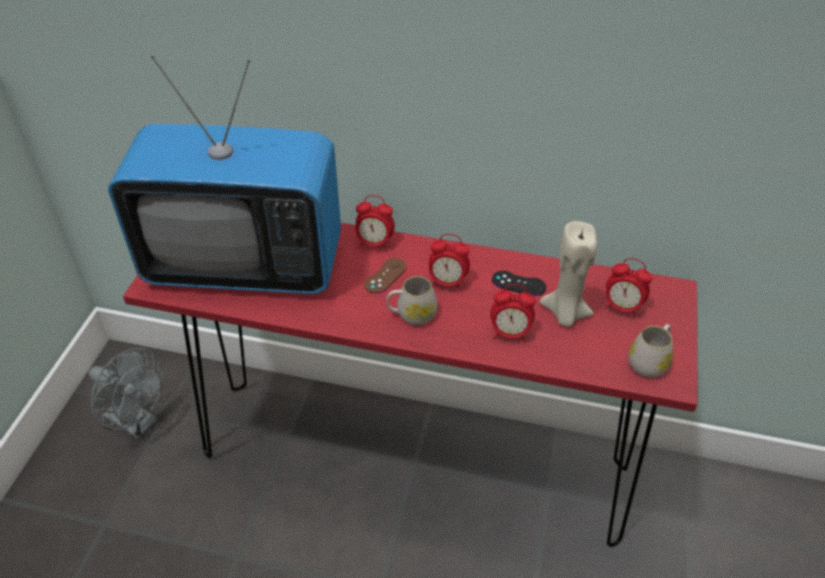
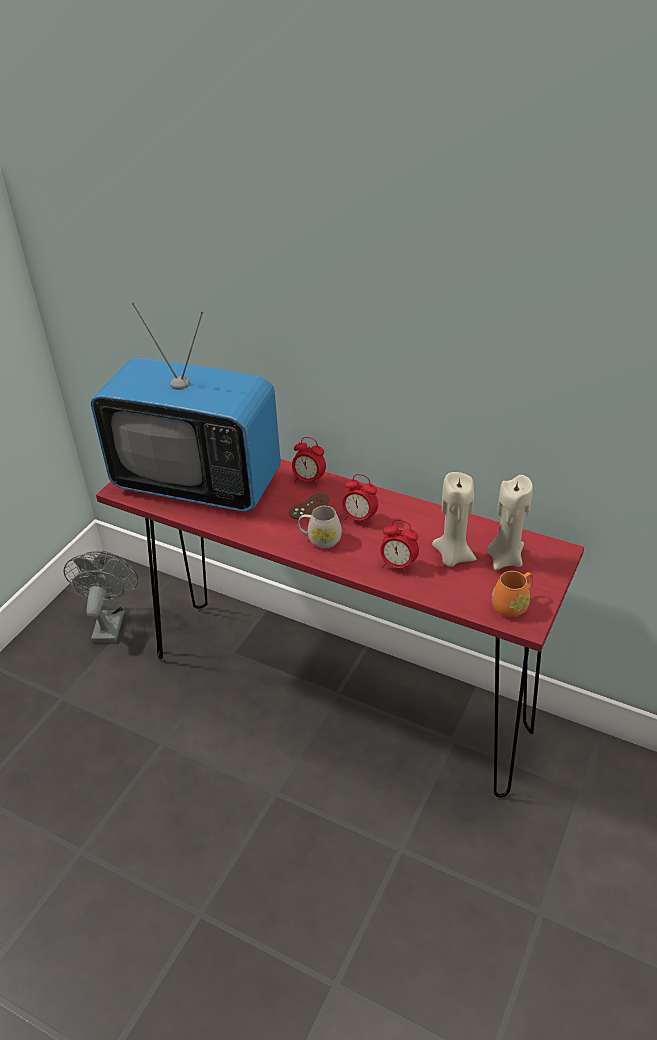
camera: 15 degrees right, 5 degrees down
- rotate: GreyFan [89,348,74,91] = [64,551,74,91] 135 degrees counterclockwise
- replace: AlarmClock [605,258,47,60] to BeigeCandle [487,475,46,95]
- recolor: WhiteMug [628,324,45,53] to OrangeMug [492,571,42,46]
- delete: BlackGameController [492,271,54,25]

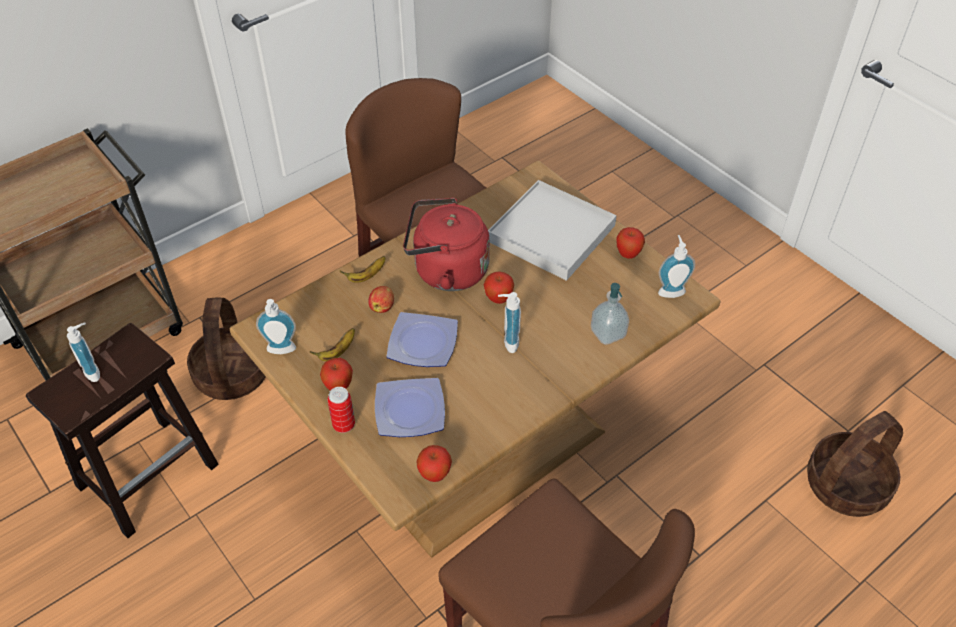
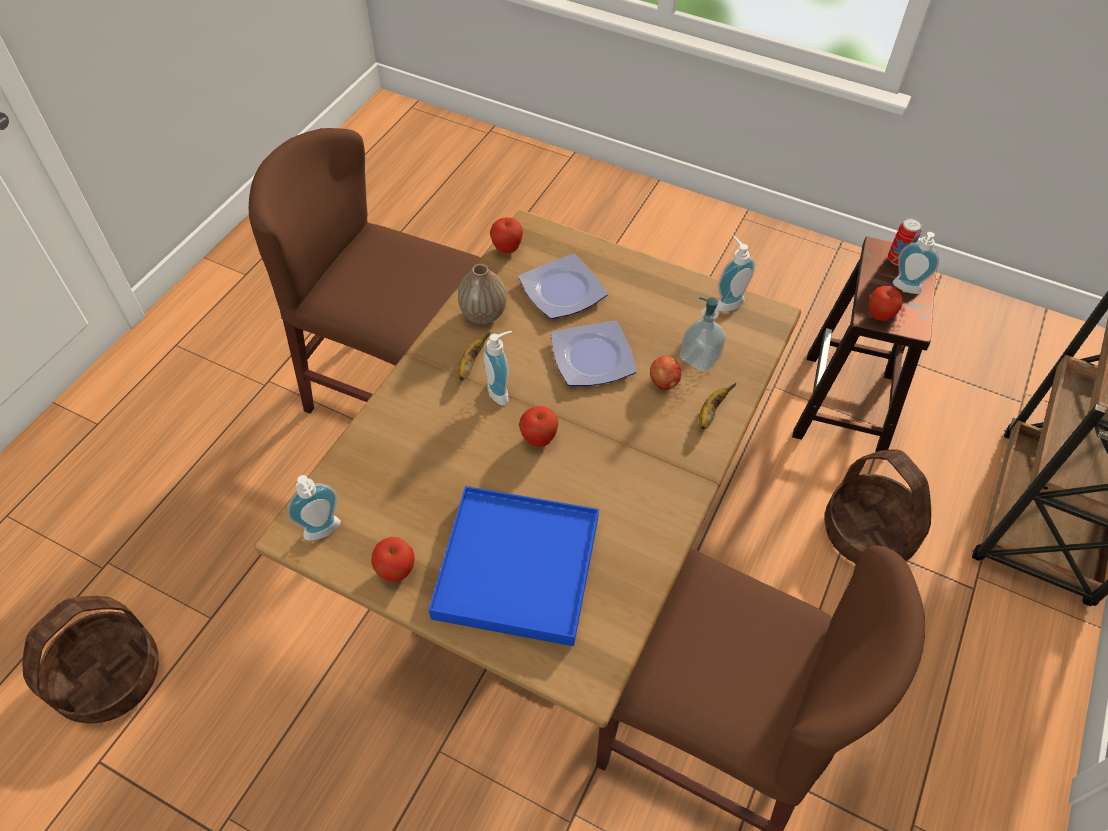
camera: 155 degrees right, 5 degrees up
- recolor: WhiteTray [488,180,129,101] to BlueTray [429,486,170,160]
- insert: Vase [458,264,49,60]
- move: Banana [310,328,45,33] to [458,332,33,48]
- move: SoapDispenser [591,283,38,62] to [680,297,46,75]
- move: Apple [320,358,33,33] to [869,286,34,35]
- move: Can [327,387,28,46] to [888,218,34,47]
- delete: RedKettle [403,198,87,93]

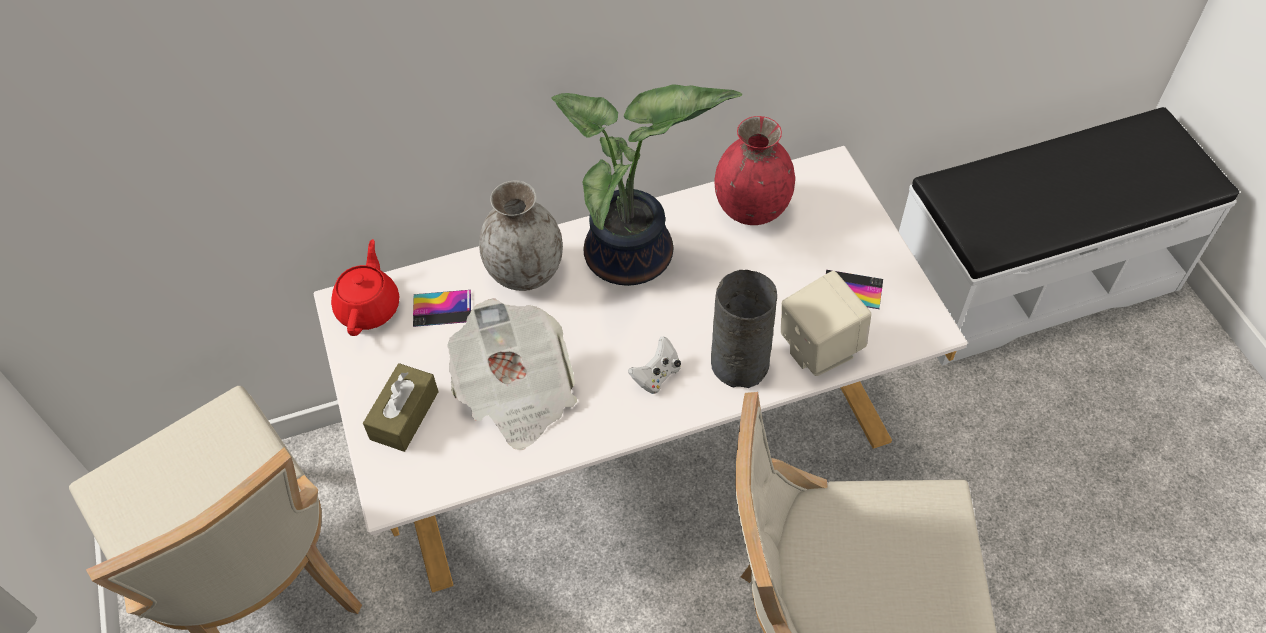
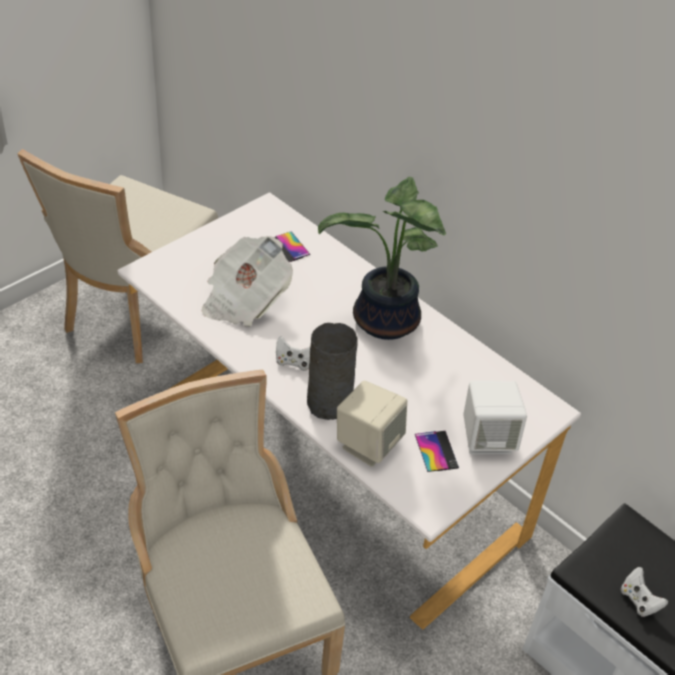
camera: 60 degrees right, 10 degrees down
- insert: WhiteSpeaker [463,381,64,73]
- insert: WhiteGameController [621,567,47,50]
- delete: RedTeapot [331,239,68,97]
- delete: BrownTissueBox [363,363,76,89]
- delete: GreyVase [479,181,84,110]
- delete: RedVase [714,116,81,109]

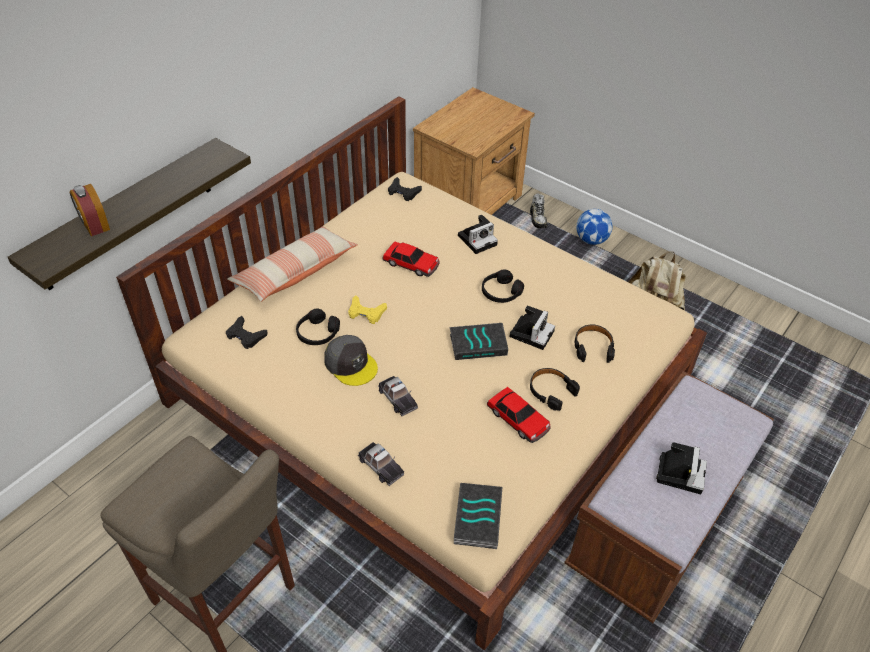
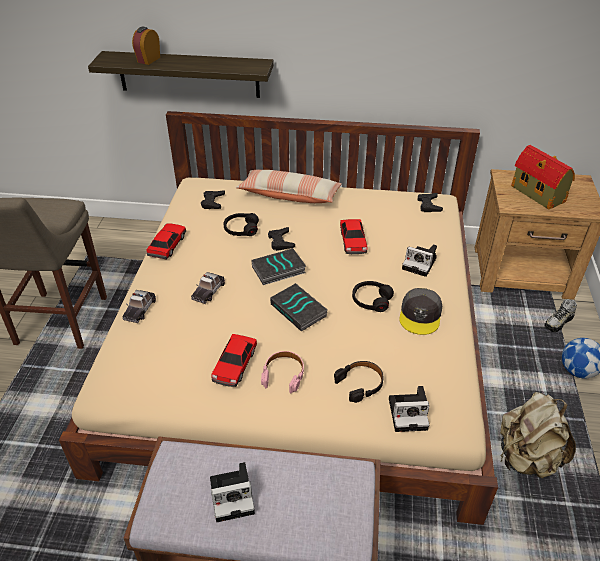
camera: 60 degrees right, 5 degrees down
- insert: ToyCar [146,223,40,36]
- move: Book [454,483,48,66] to [252,248,54,37]
- recolor: BlackHeadphones [530,368,50,43] to PinkHeadphones [261,351,43,42]
- recolor: YellowGameController [348,295,39,29] to BlackGameController [268,227,27,24]
- move: PhotoCamera [509,306,46,44] to [389,386,40,46]
- move: GreyCap [324,335,54,51] to [399,288,43,47]
- insert: ToyHouse [511,145,64,64]

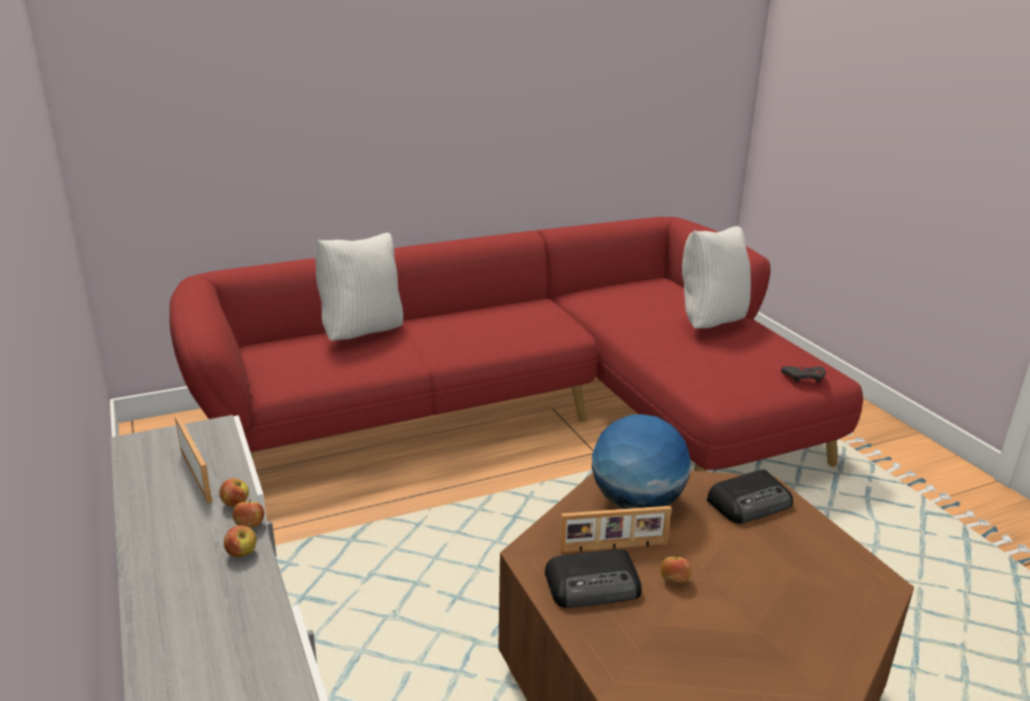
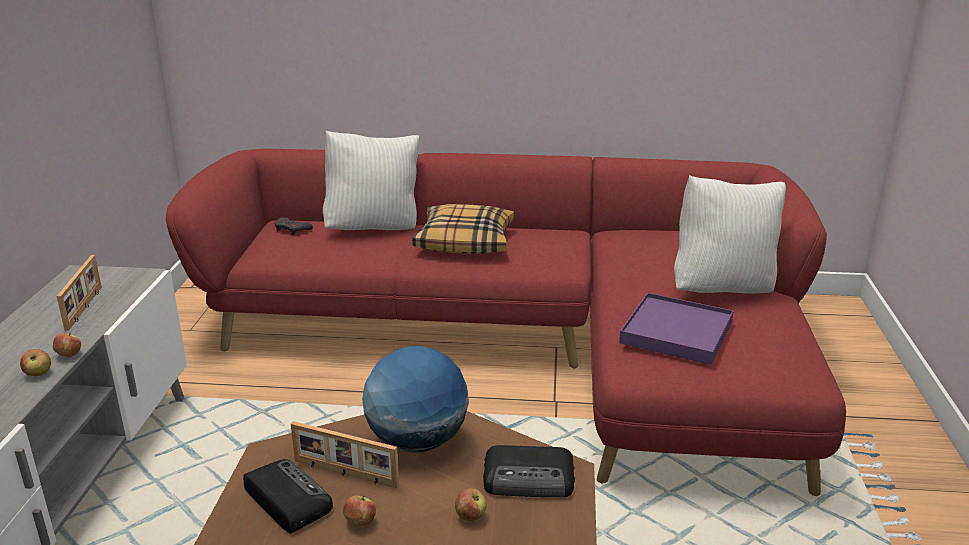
camera: 30 degrees right, 0 degrees up
- rotate: Radio [545,549,97,59] = [243,459,90,75] 150 degrees counterclockwise
- move: GreyGameController [781,366,45,17] to [274,217,39,18]
- insert: Pillow [412,204,102,50]
- move: Apple [219,478,30,29] to [455,488,31,33]
- insert: PurpleTray [619,293,115,72]

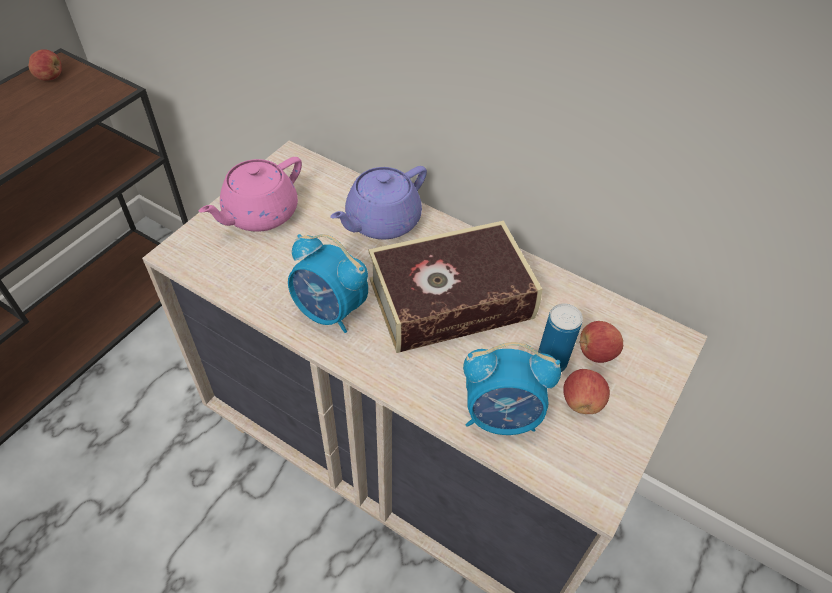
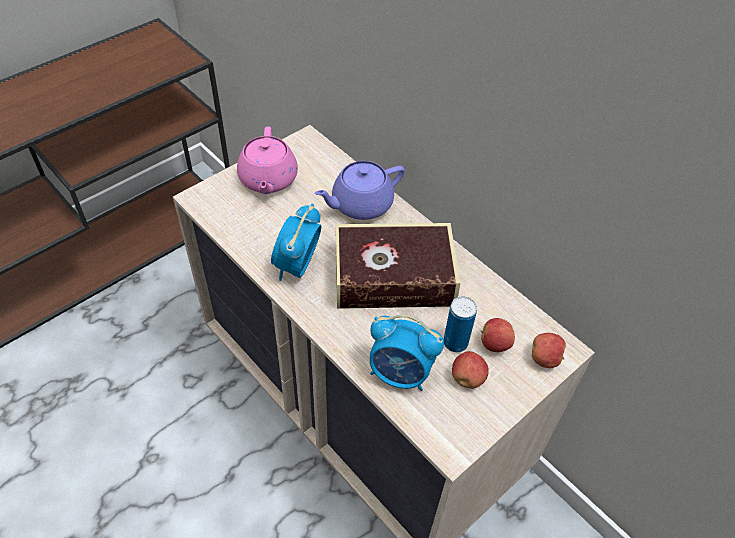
camera: 15 degrees right, 0 degrees up
- rotate: PinkTeapot [199,157,103,75] = [237,126,61,68] 60 degrees counterclockwise
- rotate: AlarmClock [288,234,80,99] = [271,204,51,77] 60 degrees clockwise
- move: Apple [29,49,33,32] to [532,333,34,35]

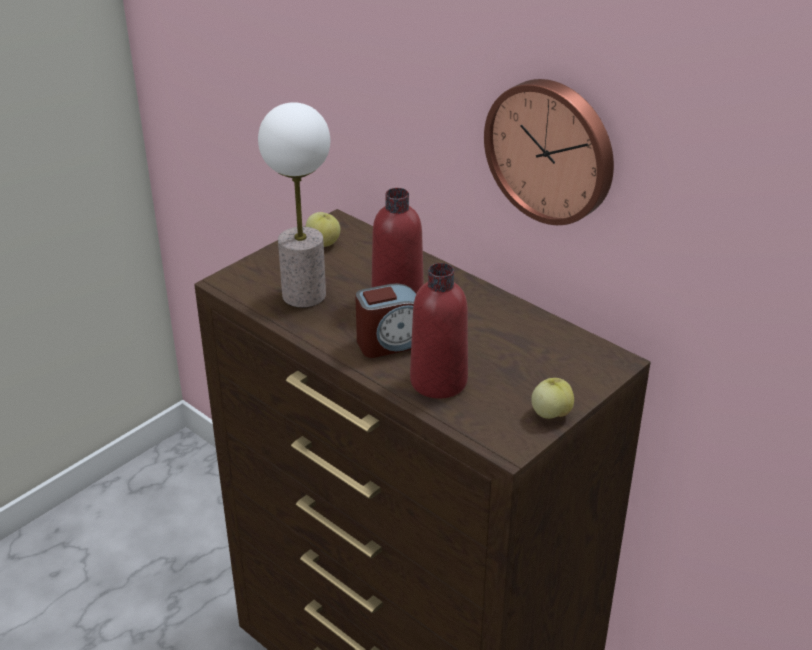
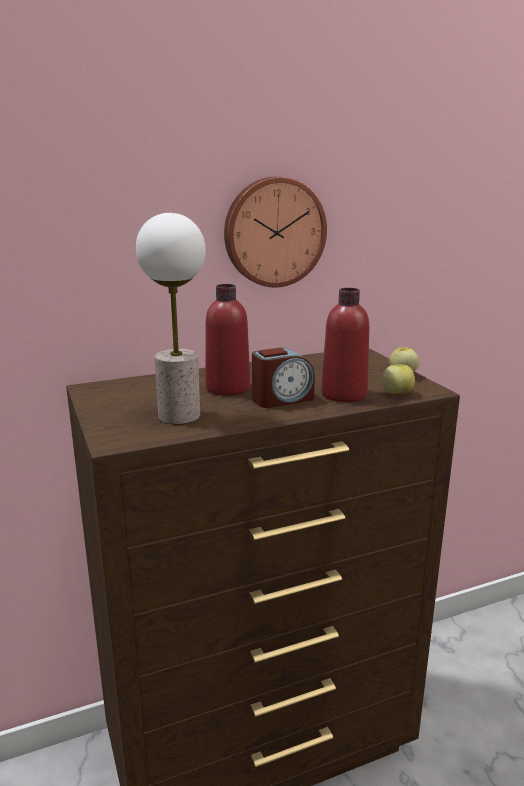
camera: 65 degrees left, 15 degrees down
- rotate: AlarmClock [355,283,61,75] = [252,348,63,60] 60 degrees clockwise
- move: Apple [306,212,34,35] to [382,364,33,30]

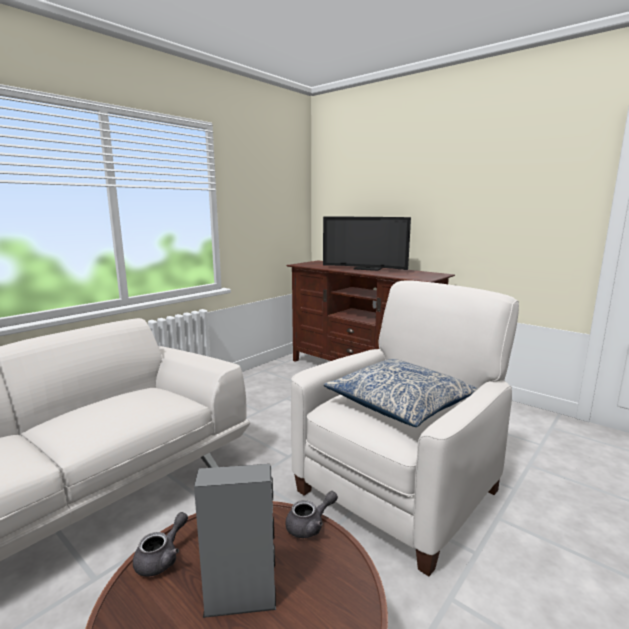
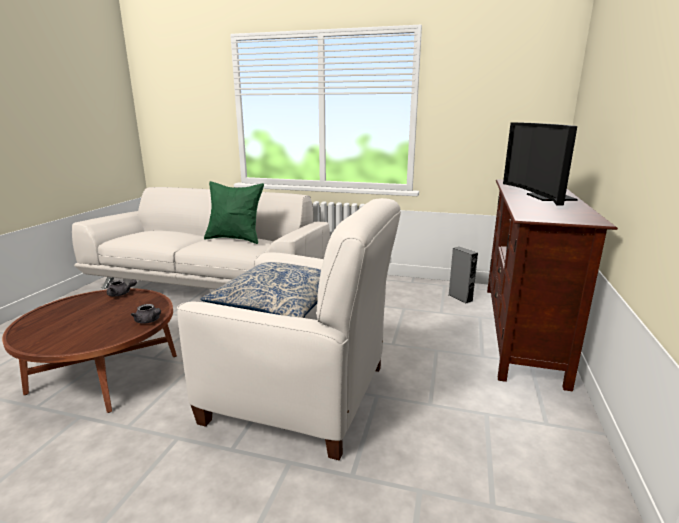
camera: 65 degrees right, 5 degrees up
- insert: GreenPillow [204,181,60,63]
- move: GreySpeaker [194,464,82,154] to [449,247,29,57]

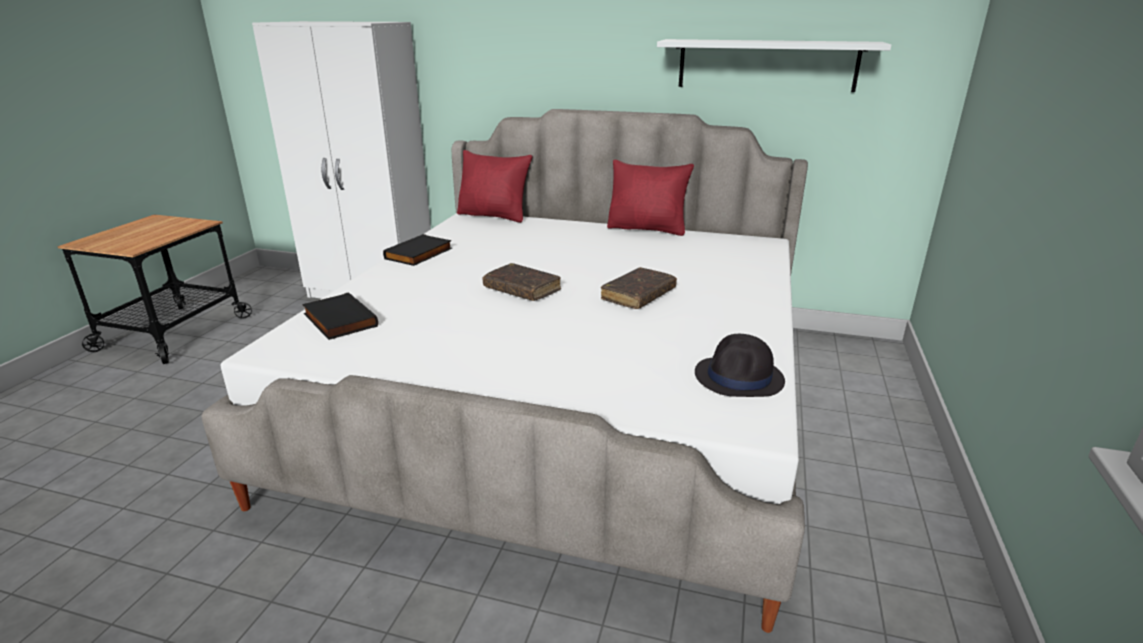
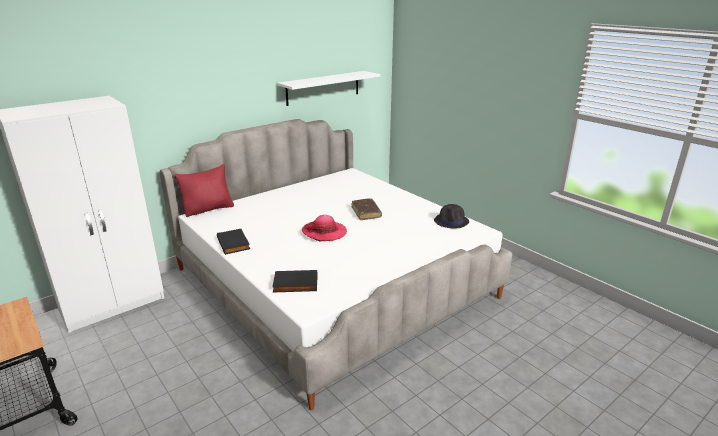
camera: 55 degrees left, 0 degrees up
- replace: BrownBook [483,263,78,38] to Hat [301,215,46,26]
- delete: RedPillow [607,160,87,76]

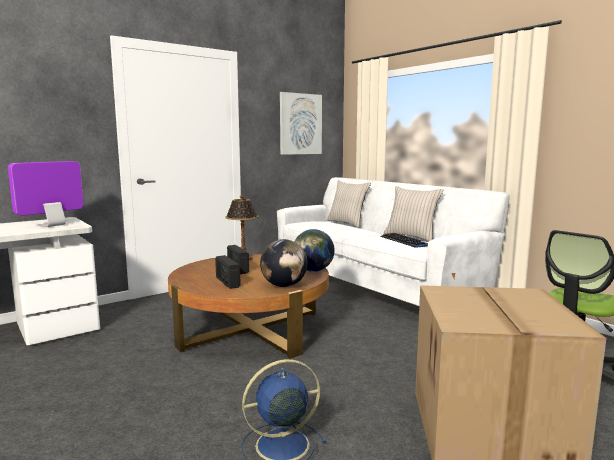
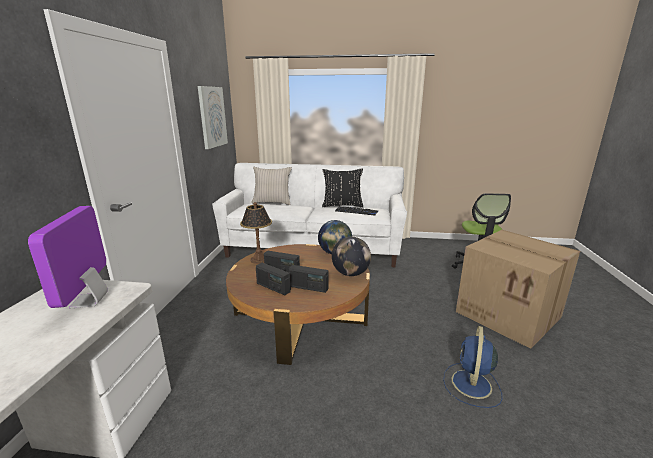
camera: 45 degrees left, 10 degrees up
- insert: Radio [256,263,35,32]
- recolor: BeigePillow [384,186,60,55] to BlackPillow [322,168,41,40]

